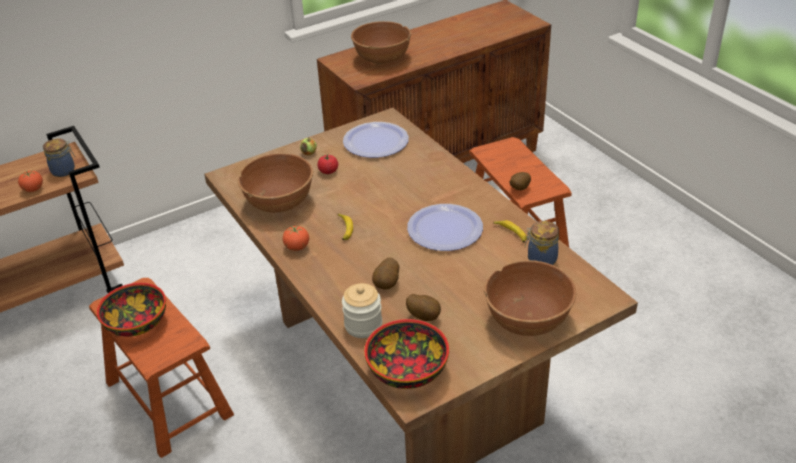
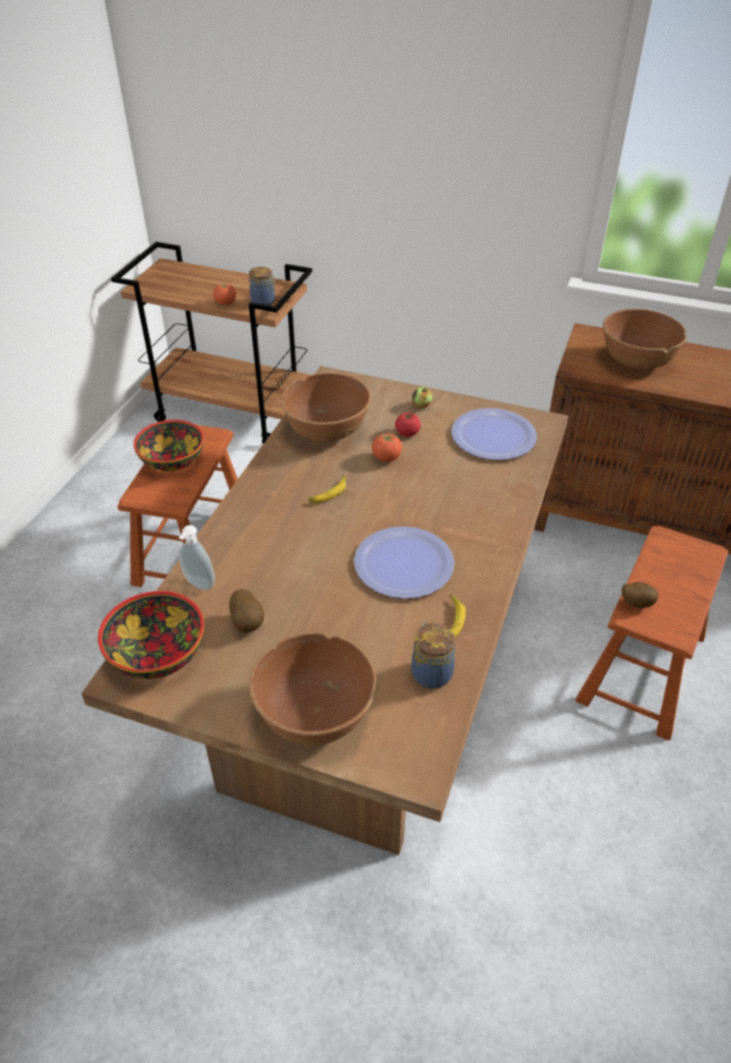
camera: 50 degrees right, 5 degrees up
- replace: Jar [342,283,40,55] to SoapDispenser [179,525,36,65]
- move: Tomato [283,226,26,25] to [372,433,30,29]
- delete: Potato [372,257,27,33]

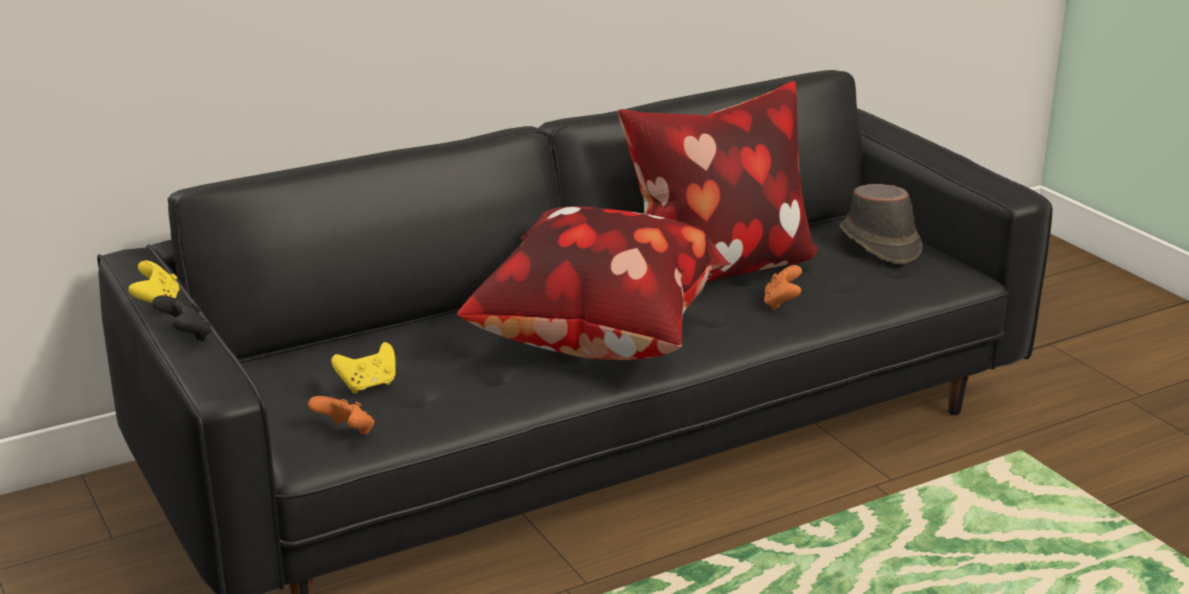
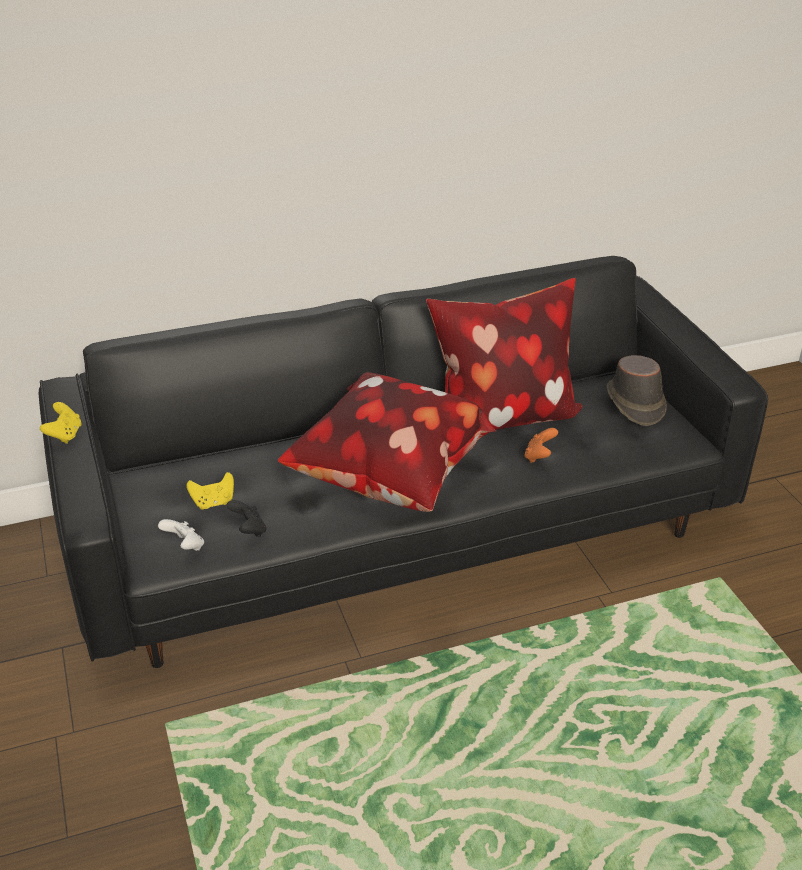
camera: 10 degrees right, 10 degrees up
- recolor: OrangeGameController [308,396,66,39] to WhiteGameController [158,519,46,32]
- move: BlackGameController [152,295,60,46] to [227,500,39,37]

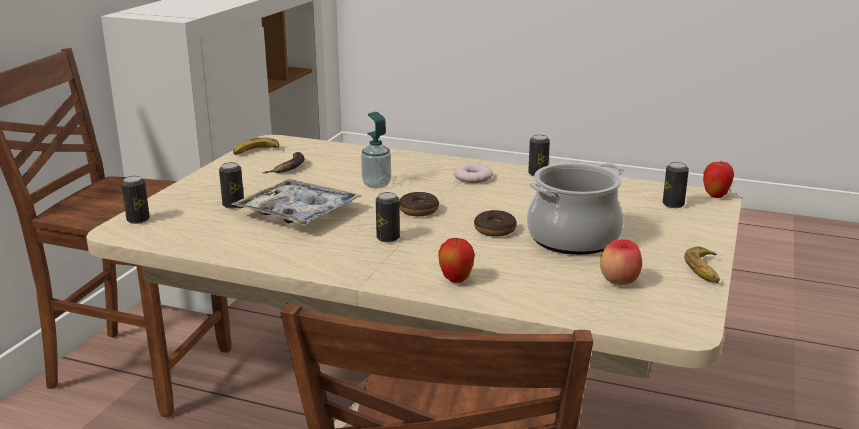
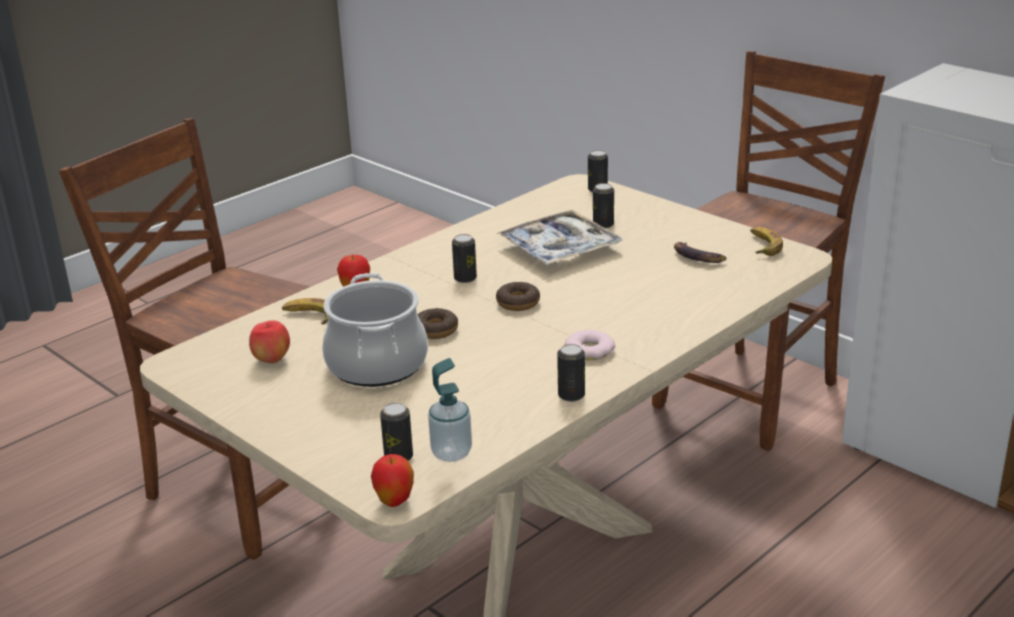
camera: 115 degrees right, 5 degrees up
- move: Banana [684,246,36,37] to [282,298,46,26]
- move: SoapDispenser [361,112,30,76] to [428,358,44,104]

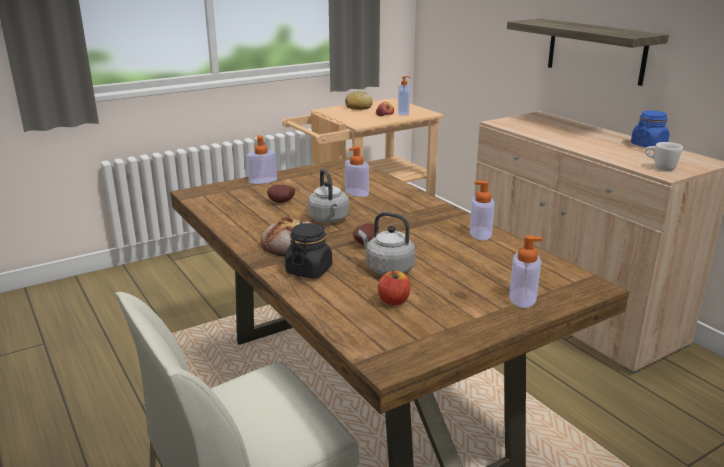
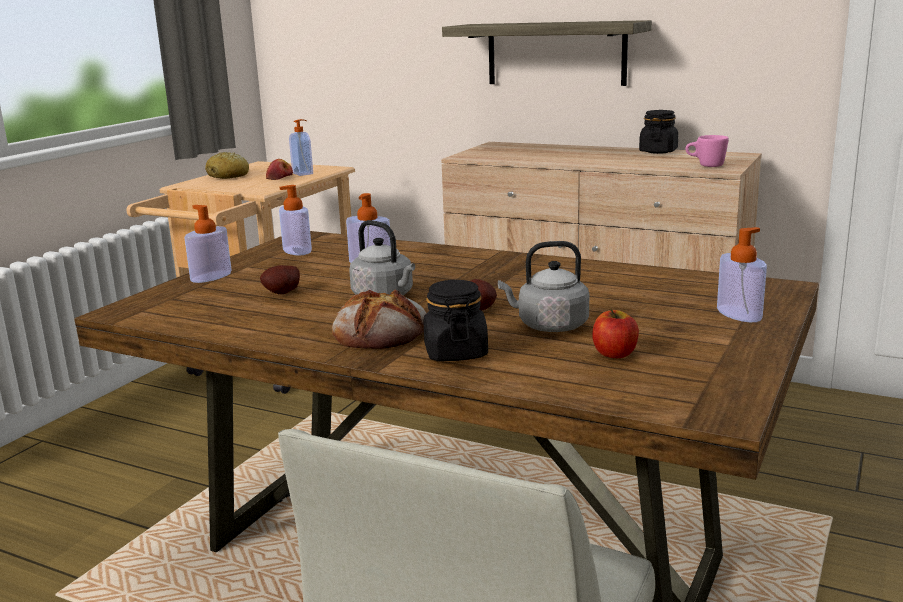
camera: 30 degrees left, 5 degrees down
- move: SoapDispenser [470,181,25,60] to [279,185,33,71]
- recolor: BlueJar [631,110,39,38] to BlackJar [639,110,39,44]
- recolor: WhiteMug [645,142,38,28] to PinkMug [686,135,43,32]

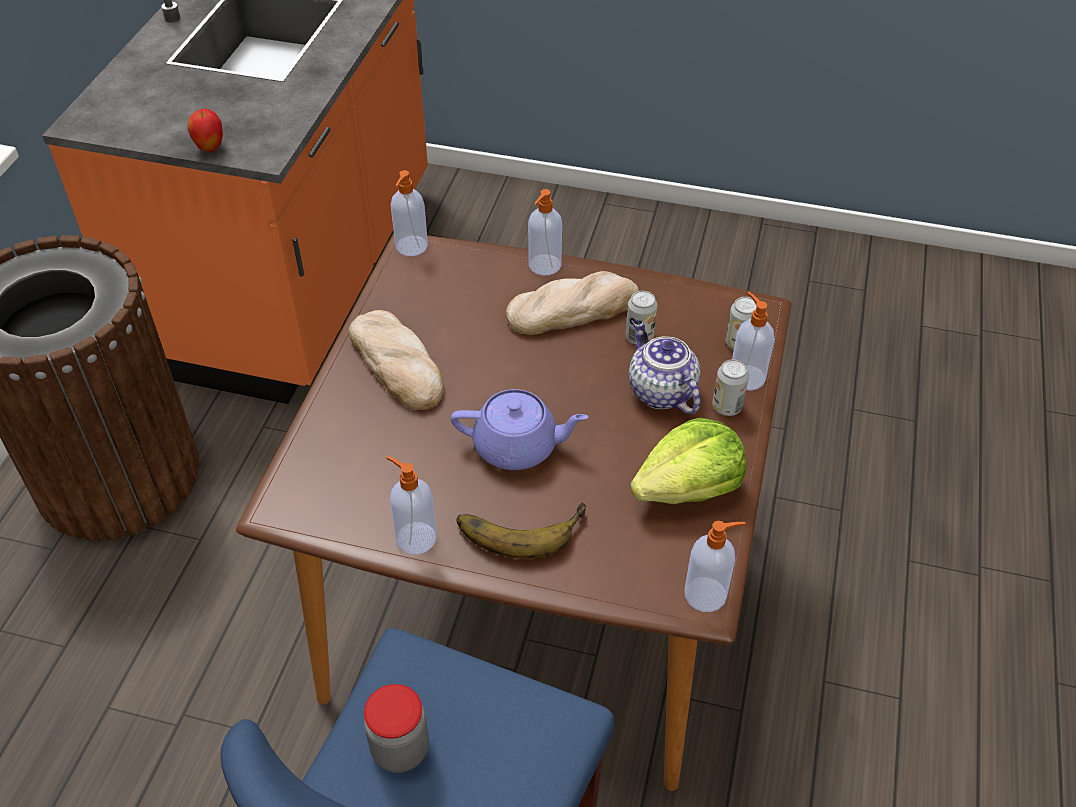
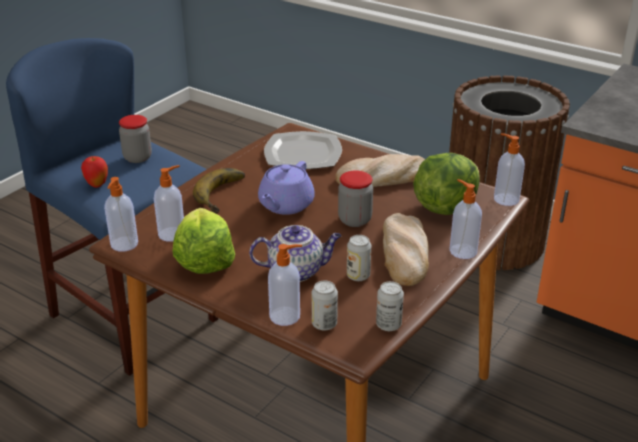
camera: 110 degrees right, 15 degrees down
- move: Apple [187,109,36,43] to [81,156,27,32]
- move: SoapDispenser [386,456,51,98] to [154,165,30,77]
- insert: Plate [264,131,78,38]
- insert: Jar [338,170,35,57]
- move: Can [712,359,37,57] to [376,281,28,50]
- insert: Lettuce [413,153,67,62]

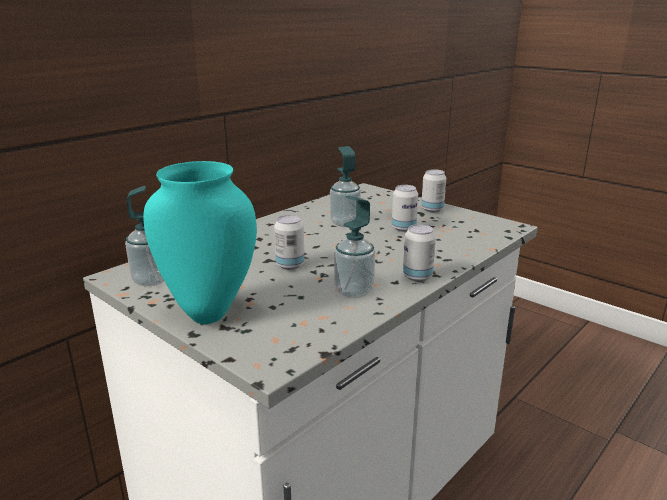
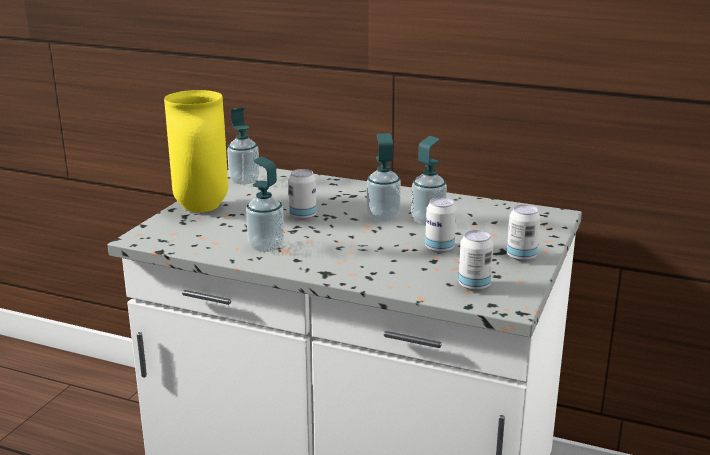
camera: 70 degrees right, 0 degrees up
- recolor: TurquoiseVase [143,161,114,163] to YellowVase [164,90,64,122]
- insert: SoapDispenser [367,133,34,89]
- move: Can [403,224,33,58] to [458,230,35,61]

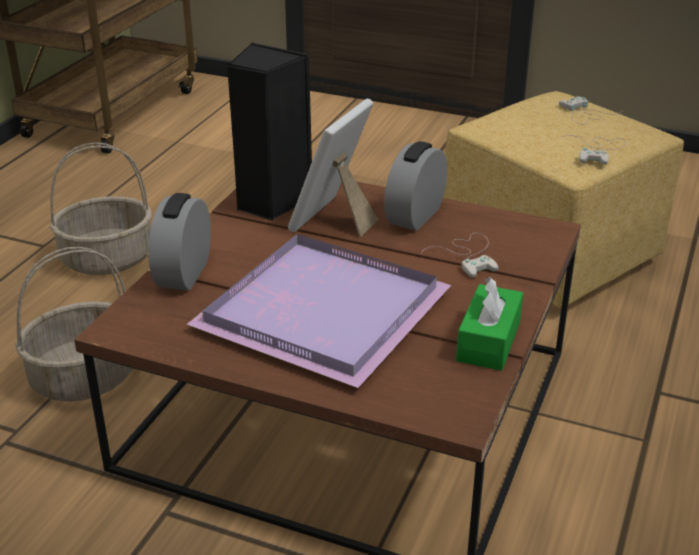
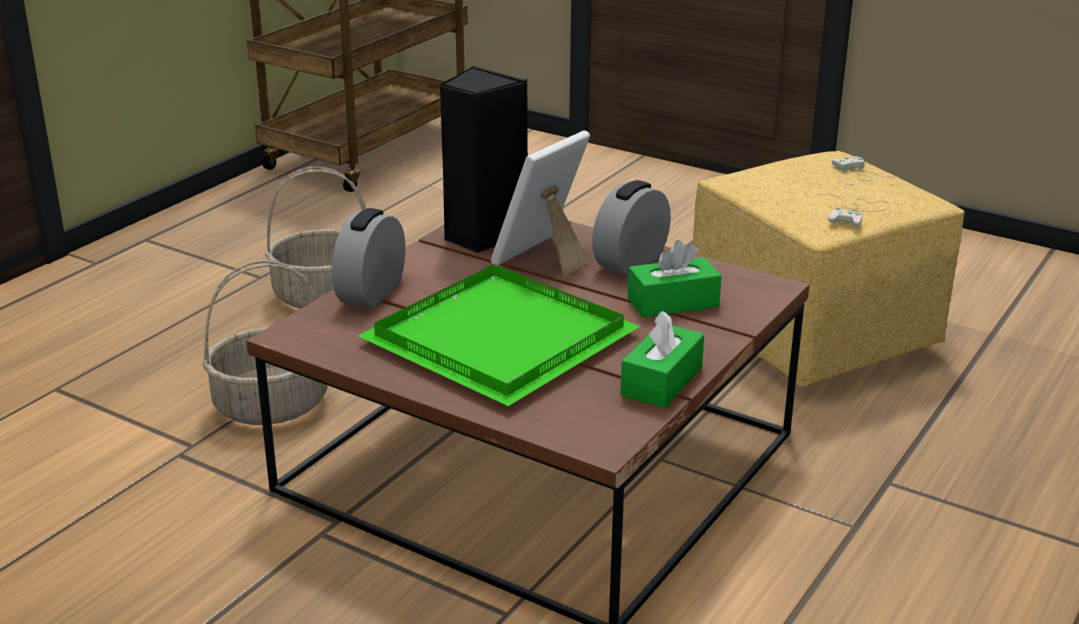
camera: 10 degrees right, 5 degrees down
- recolor: PurpleTray [186,234,265,154] to GreenTray [358,264,282,142]
- replace: WhiteGameController [421,233,77,45] to GreenTissueBox [627,240,95,78]

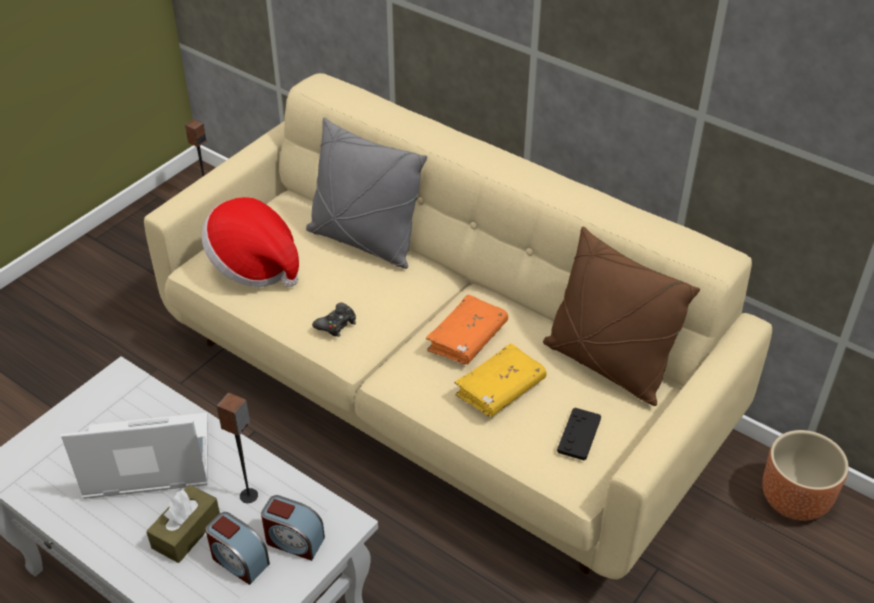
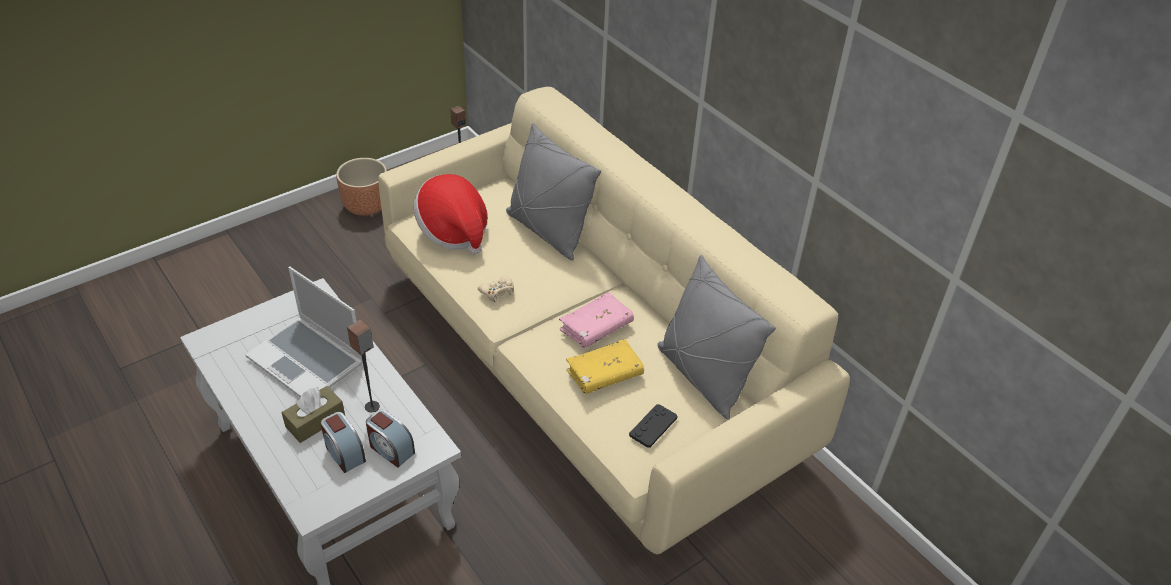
camera: 15 degrees right, 0 degrees up
- rotate: Laptop [61,413,147,86] = [245,267,118,131] 150 degrees counterclockwise
- move: BrownPlanter [762,430,87,91] to [336,158,51,58]
- recolor: BlackGameController [312,302,44,35] to BeigeGameController [478,275,36,27]
- recolor: OrangeBook [426,295,82,70] to PinkBook [559,292,75,56]
- recolor: BrownPillow [543,227,157,179] to GreyPillow [657,255,119,165]

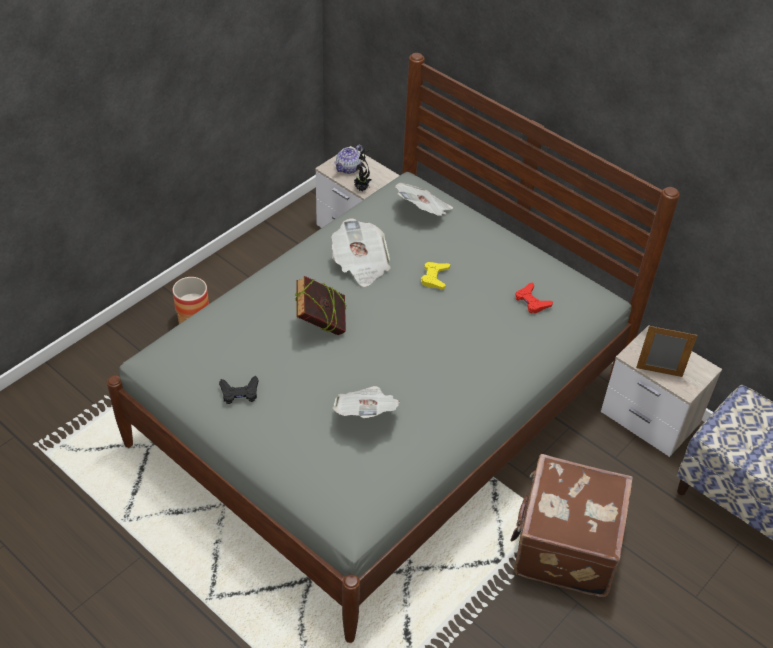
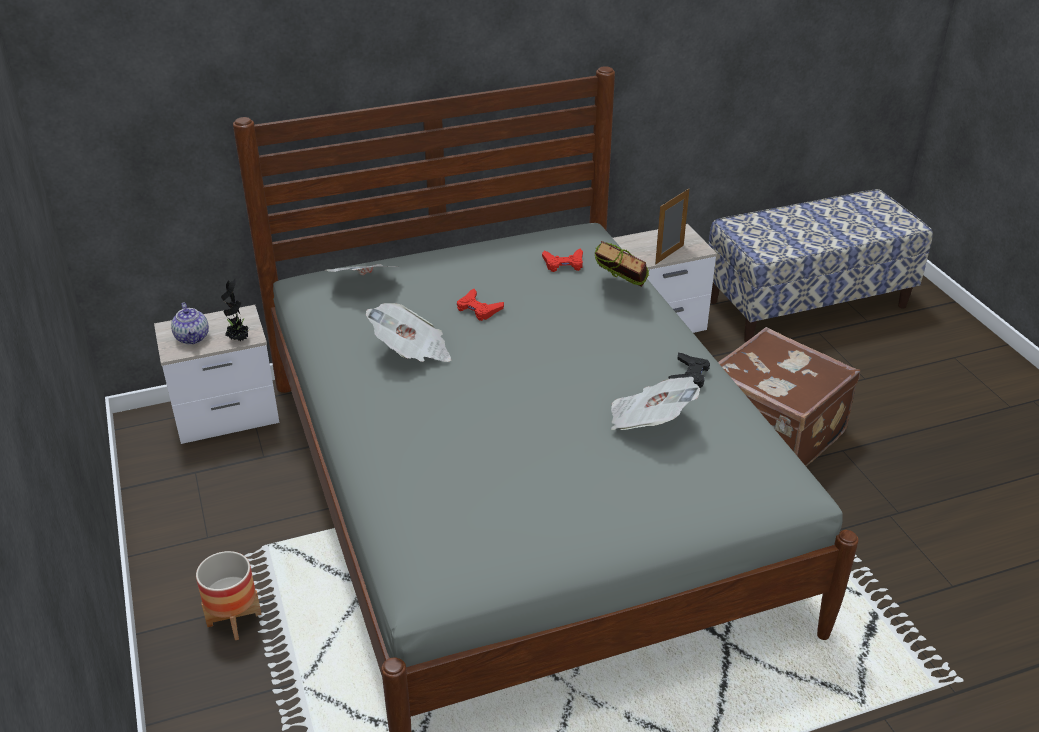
camera: 60 degrees left, 10 degrees down
- recolor: YellowGameController [421,262,30,27] to RedGameController [457,289,47,32]
- move: Book [295,276,52,59] to [594,241,55,46]
- move: BlackGameController [219,376,39,28] to [668,353,42,35]

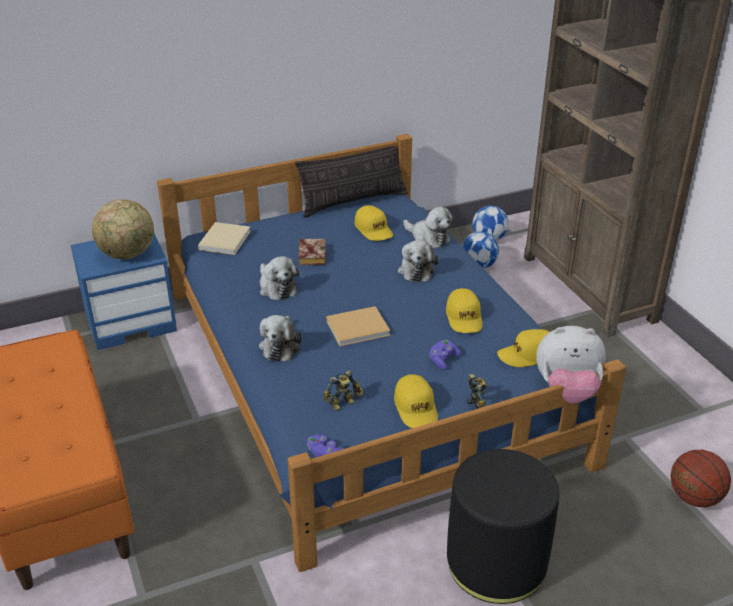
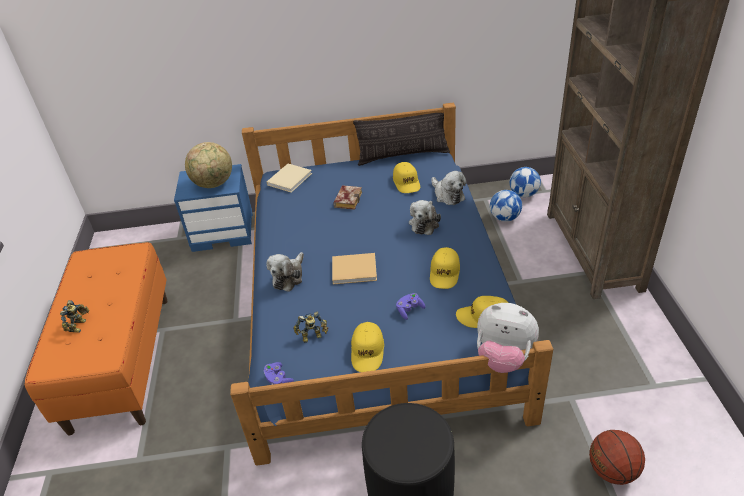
camera: 20 degrees right, 5 degrees up
- move: ToyRobot [467,374,20,36] to [60,300,29,33]
- delete: PlushToy [260,256,39,44]

